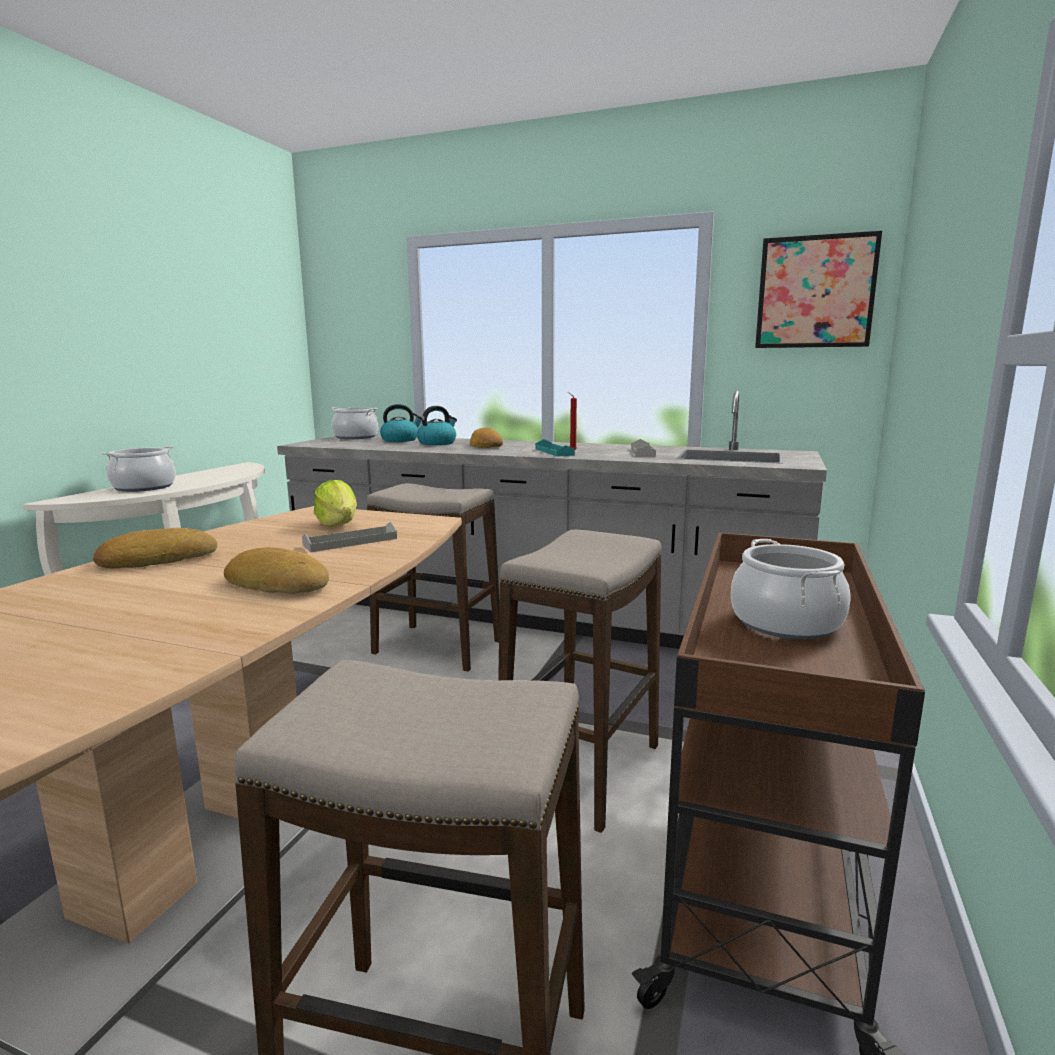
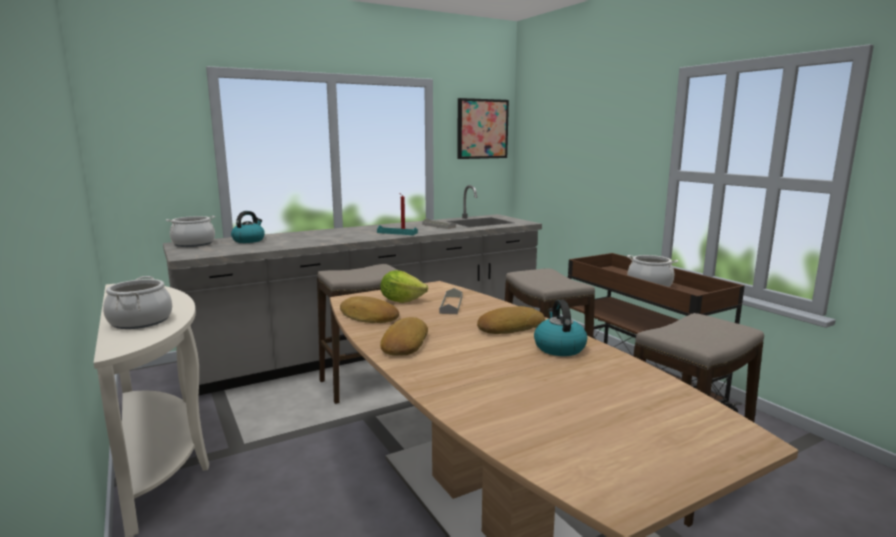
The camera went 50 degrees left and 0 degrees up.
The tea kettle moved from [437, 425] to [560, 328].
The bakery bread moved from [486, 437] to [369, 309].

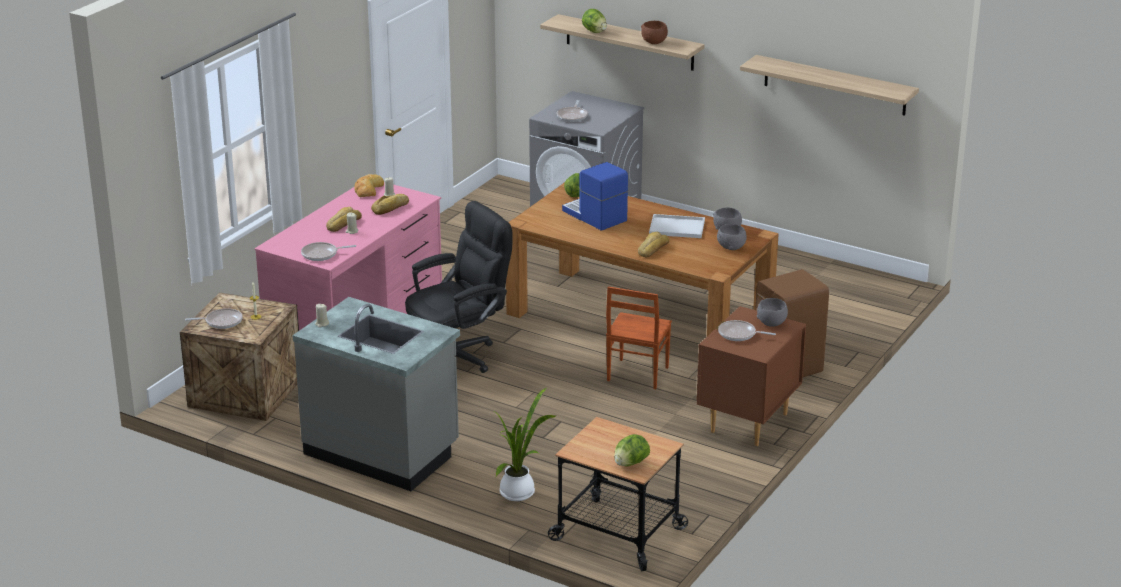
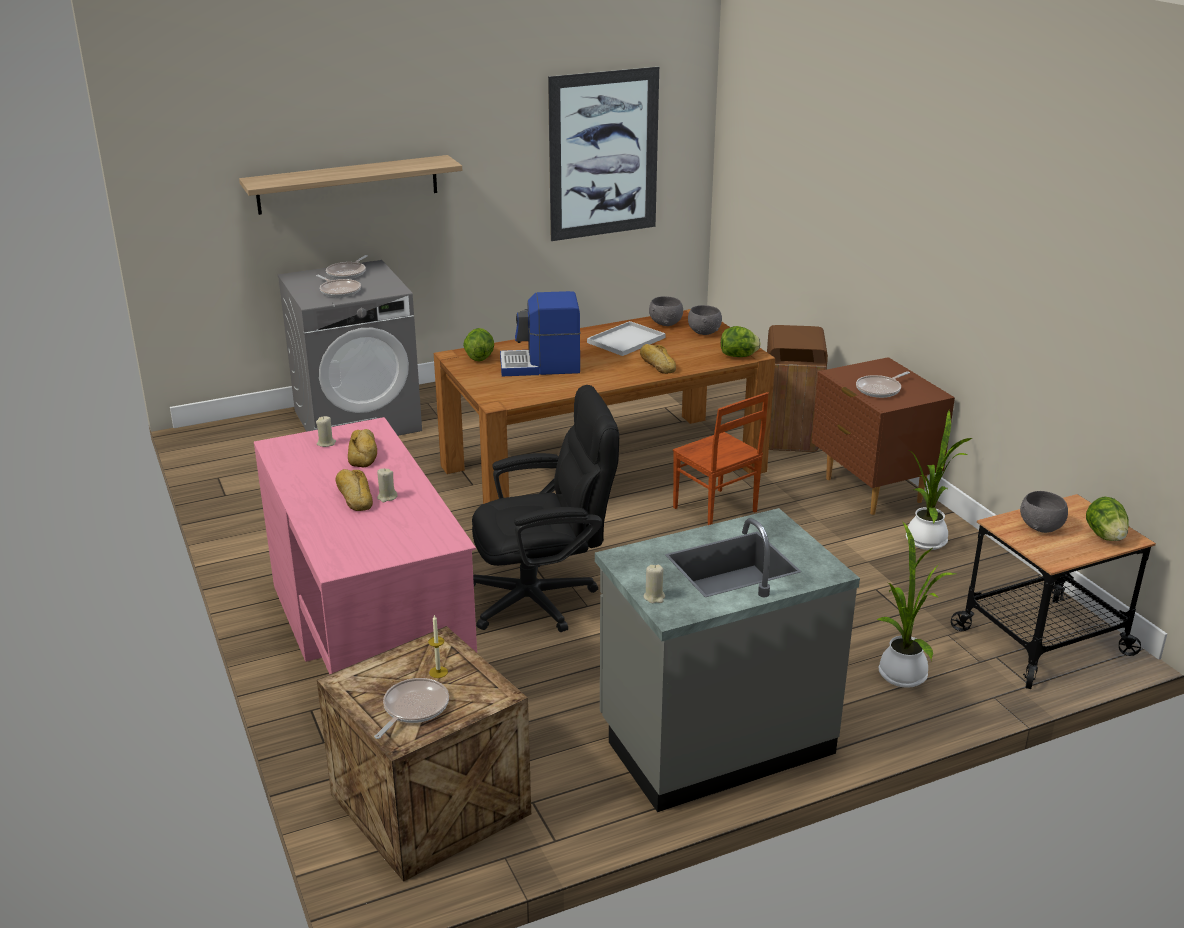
The camera went 55 degrees left and 0 degrees up.
The head of lettuce moved from [594, 21] to [741, 341].
The serving bowl (brown) at [654, 32] disappeared.
The bracket shelf at [829, 85] was replaced by the wall picture at [603, 154].
The bakery bread at [369, 185] disappeared.
The computer chair (black) at [459, 287] turned 75 degrees clockwise.
The pan moved from [328, 251] to [347, 267].
The serving bowl (grey) moved from [772, 312] to [1044, 512].
The houseplant at [939, 480] appeared.

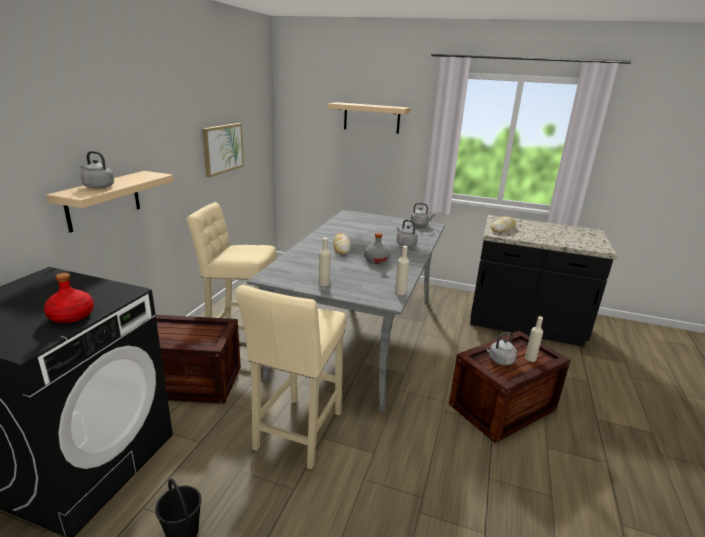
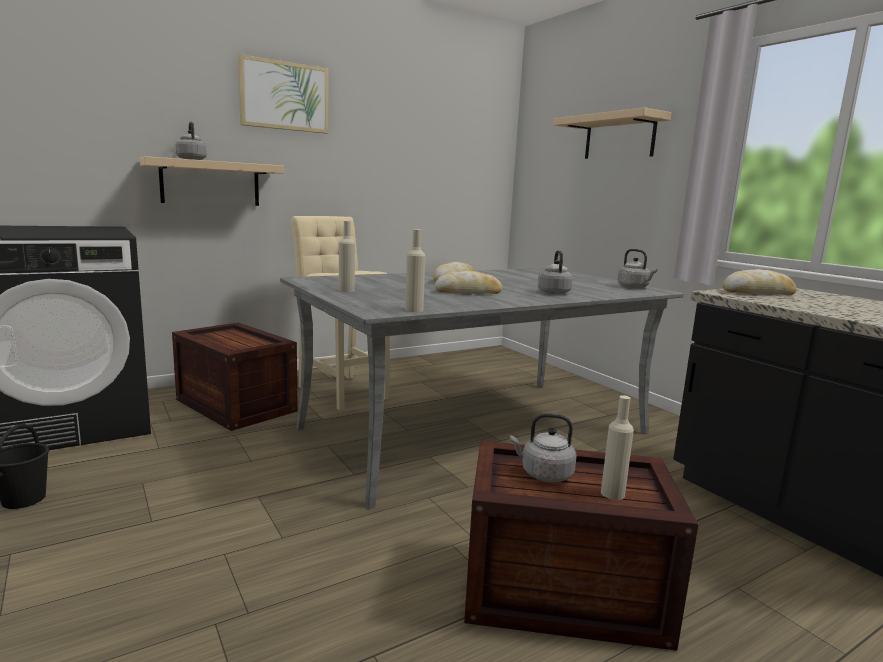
The camera went 40 degrees right and 10 degrees down.
The wall picture moved from [223, 150] to [283, 94].
The beverage bottle (grey) at [377, 248] was replaced by the bakery bread at [468, 282].
The beverage bottle (reddish) at [69, 298] disappeared.
The stool seat (beige-coloured) at [291, 377] disappeared.

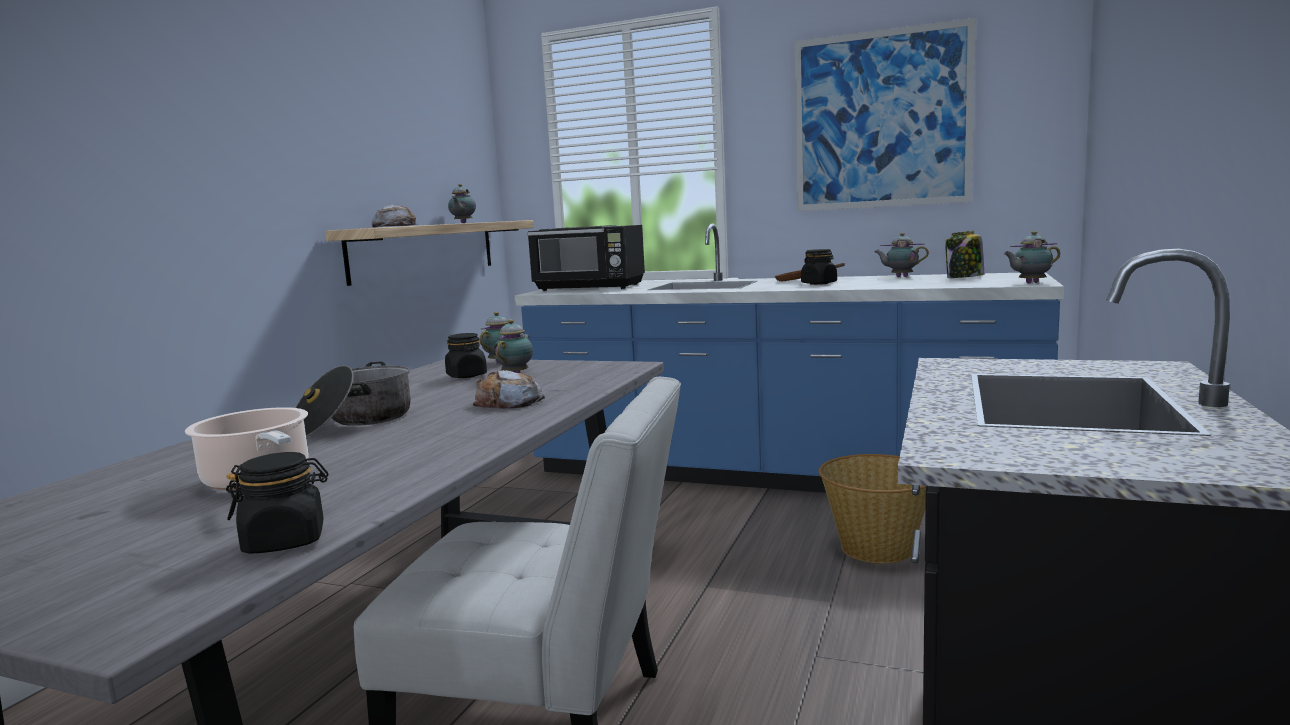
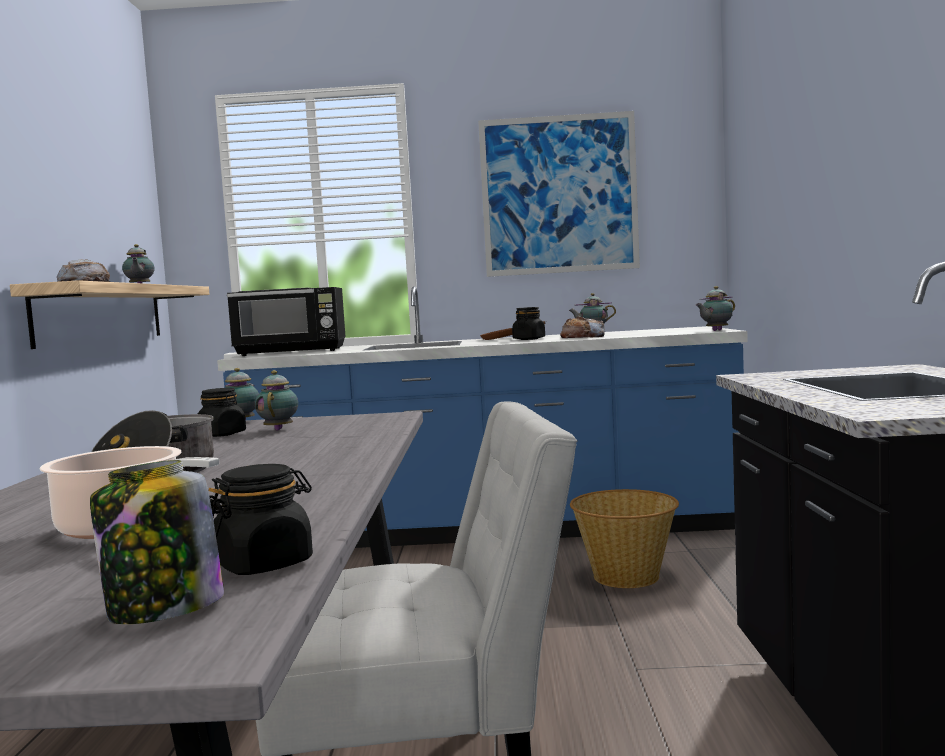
The camera went 20 degrees left and 5 degrees down.
The storage jar moved from [964, 254] to [157, 542].
The bakery bread moved from [509, 389] to [582, 327].

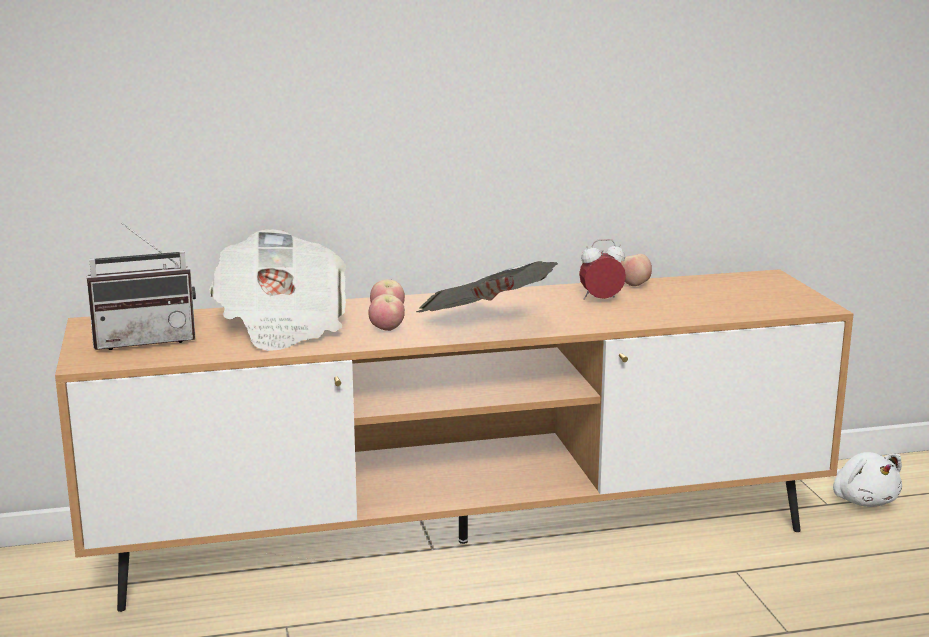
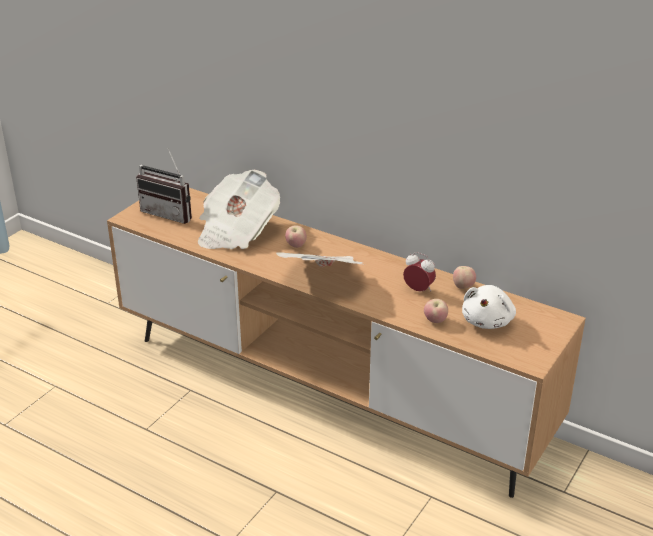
The camera went 45 degrees right and 15 degrees up.
The apple fruit moved from [387, 312] to [436, 311].
The soft toy (white-coloured) moved from [867, 479] to [489, 307].

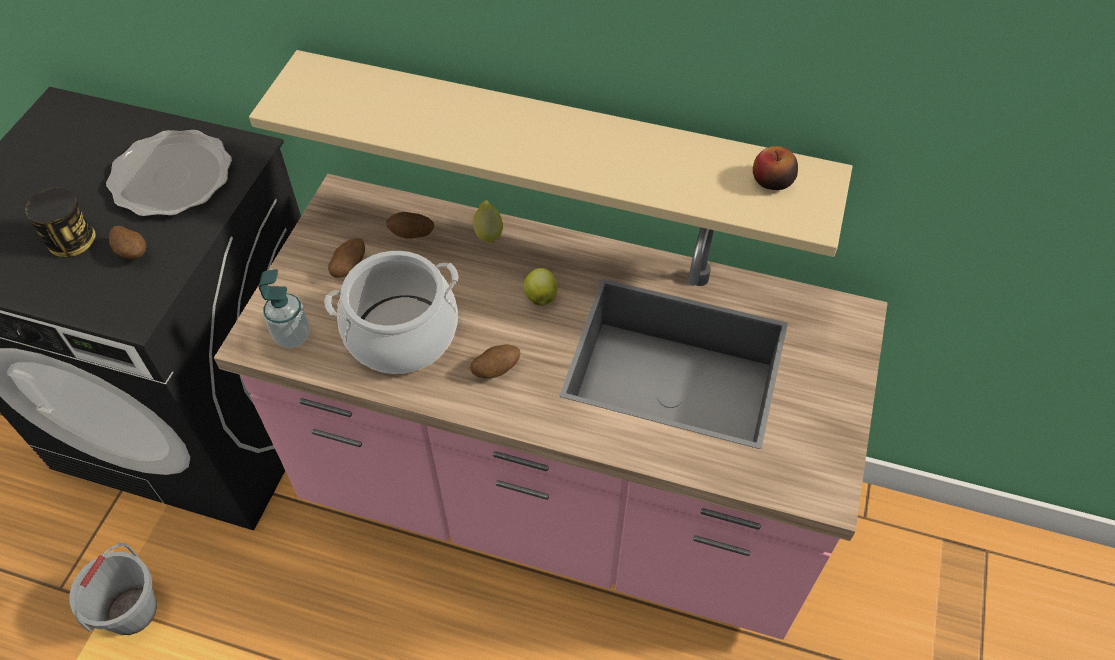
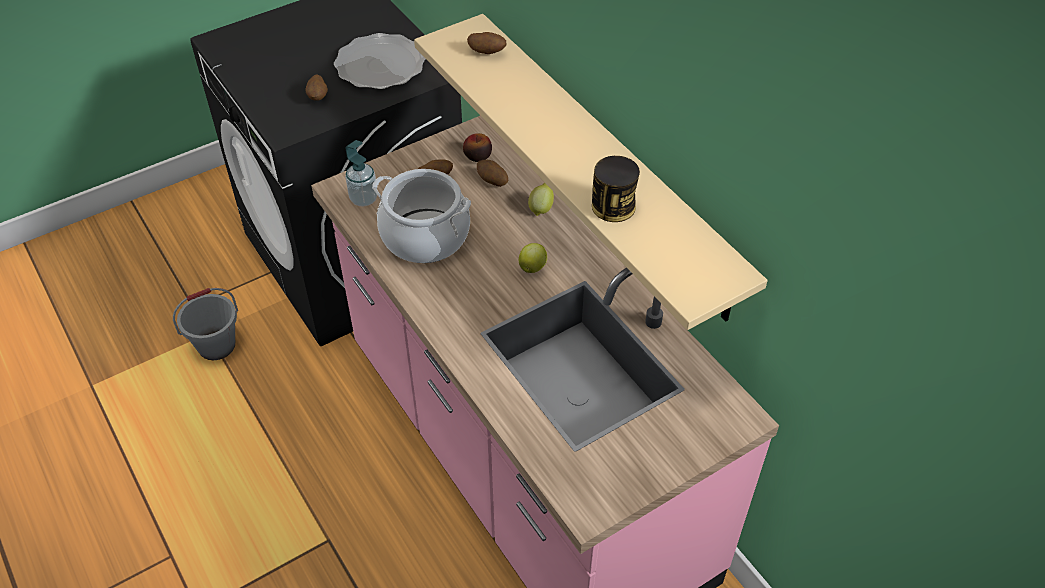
The camera went 40 degrees right and 5 degrees down.
The apple fruit moved from [775, 168] to [477, 147].
The can moved from [60, 222] to [616, 189].
The whole potato moved from [495, 361] to [486, 43].

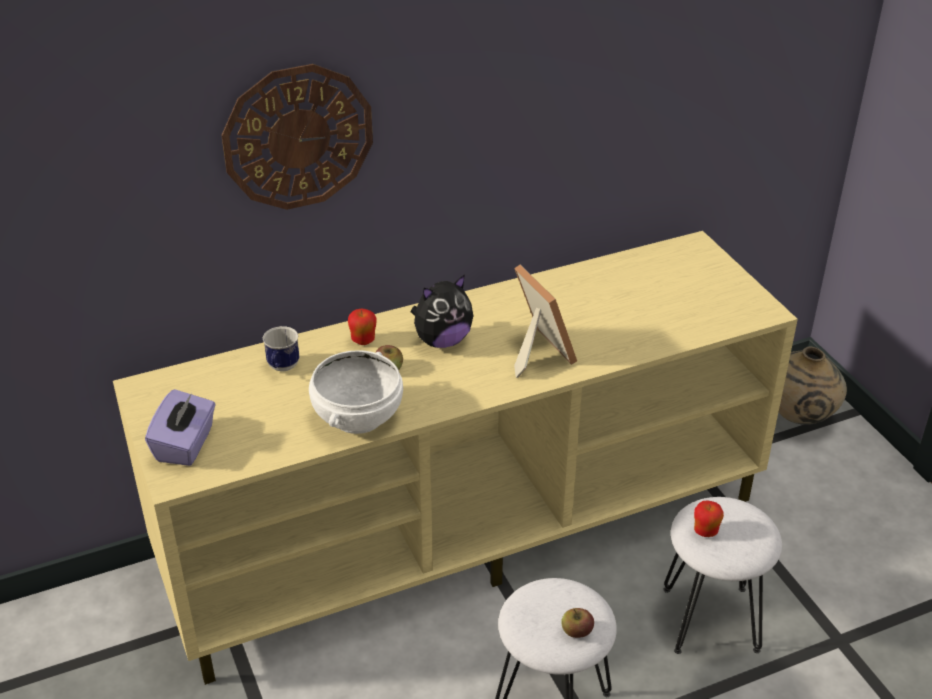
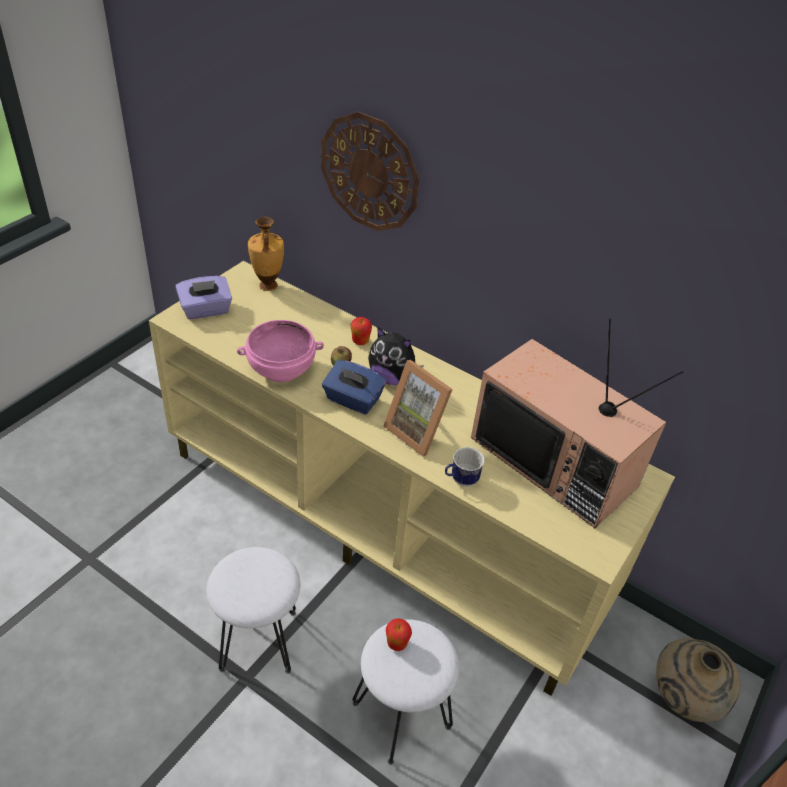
The camera went 55 degrees right and 5 degrees up.
The picture frame at [545, 321] turned 105 degrees clockwise.
The coffee mug moved from [281, 349] to [465, 467].
The serving bowl (white-coloured) at [356, 392] became the serving bowl (pinkish) at [280, 351].
The apple fruit at [577, 623] disappeared.
The decorative vase at [266, 254] appeared.
The TV at [577, 423] appeared.
The tissue box (bluish) at [354, 387] appeared.

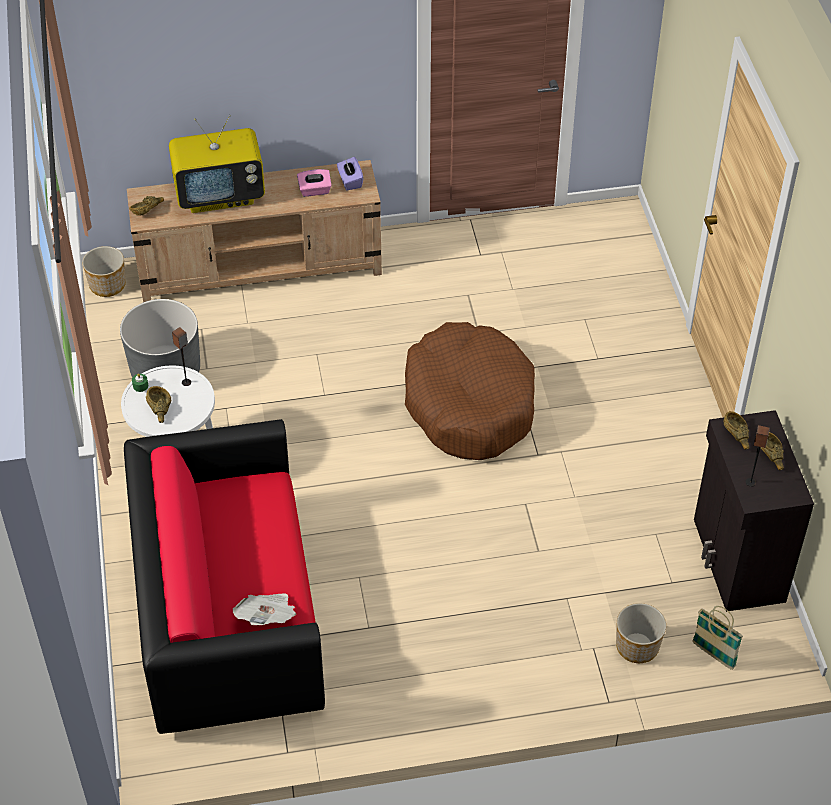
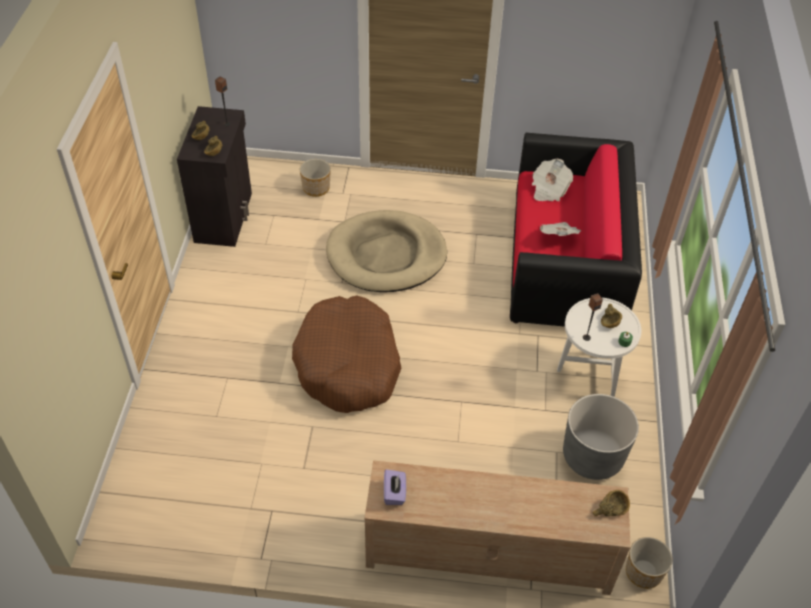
The camera went 165 degrees left and 0 degrees up.
The TV at [217, 164] disappeared.
The tissue box (pinkish) at [314, 183] disappeared.
The storage basket at [717, 638] disappeared.
The dog cushion (beige-coloured) at [386, 251] appeared.
The printed paper at [560, 229] appeared.

